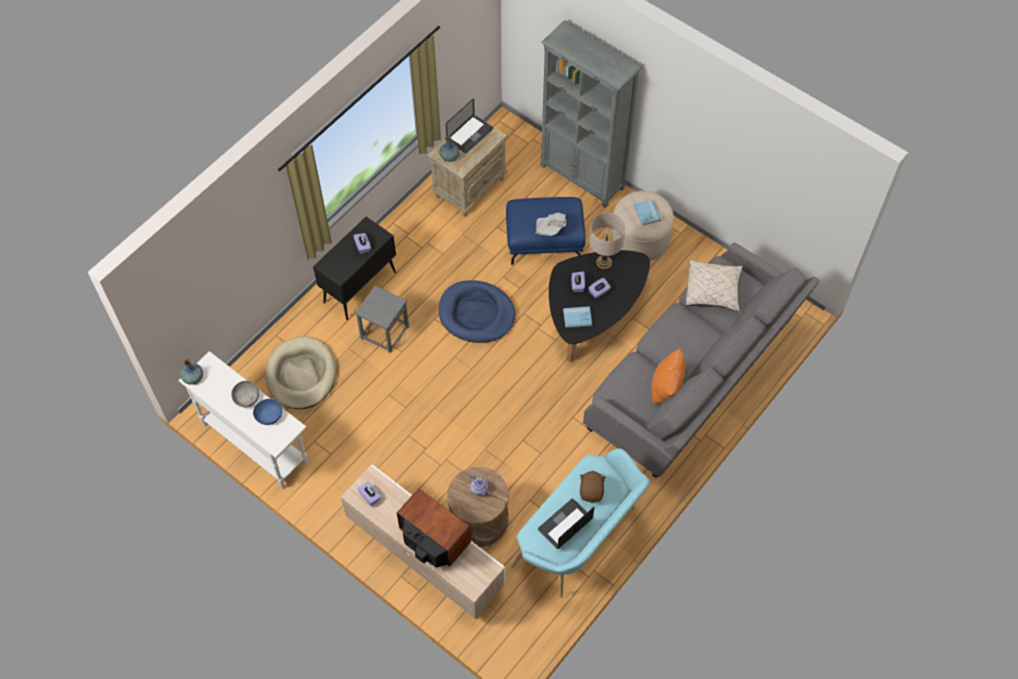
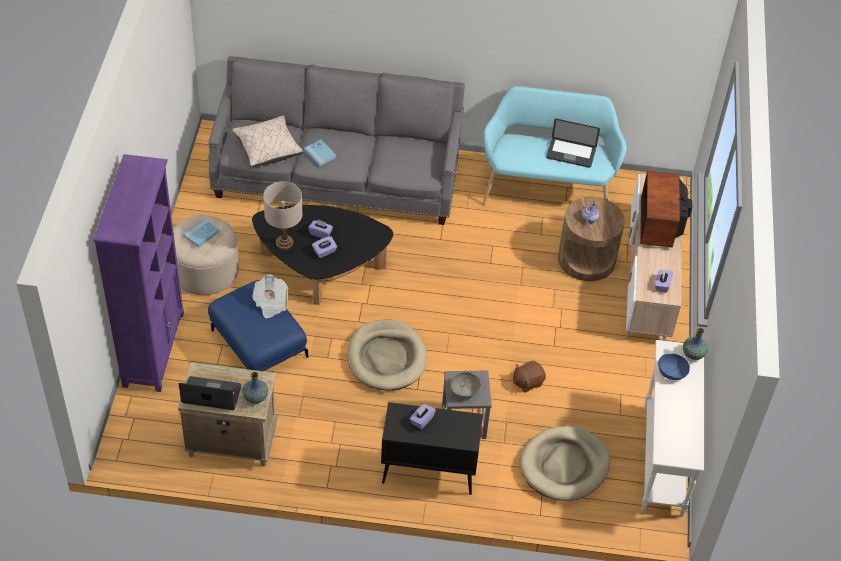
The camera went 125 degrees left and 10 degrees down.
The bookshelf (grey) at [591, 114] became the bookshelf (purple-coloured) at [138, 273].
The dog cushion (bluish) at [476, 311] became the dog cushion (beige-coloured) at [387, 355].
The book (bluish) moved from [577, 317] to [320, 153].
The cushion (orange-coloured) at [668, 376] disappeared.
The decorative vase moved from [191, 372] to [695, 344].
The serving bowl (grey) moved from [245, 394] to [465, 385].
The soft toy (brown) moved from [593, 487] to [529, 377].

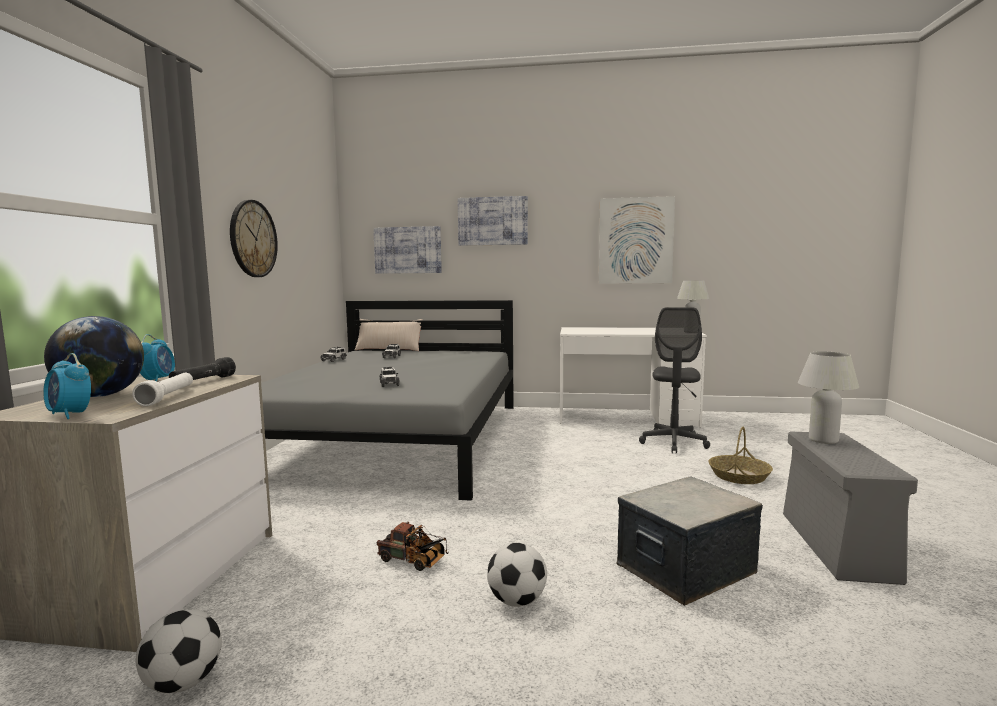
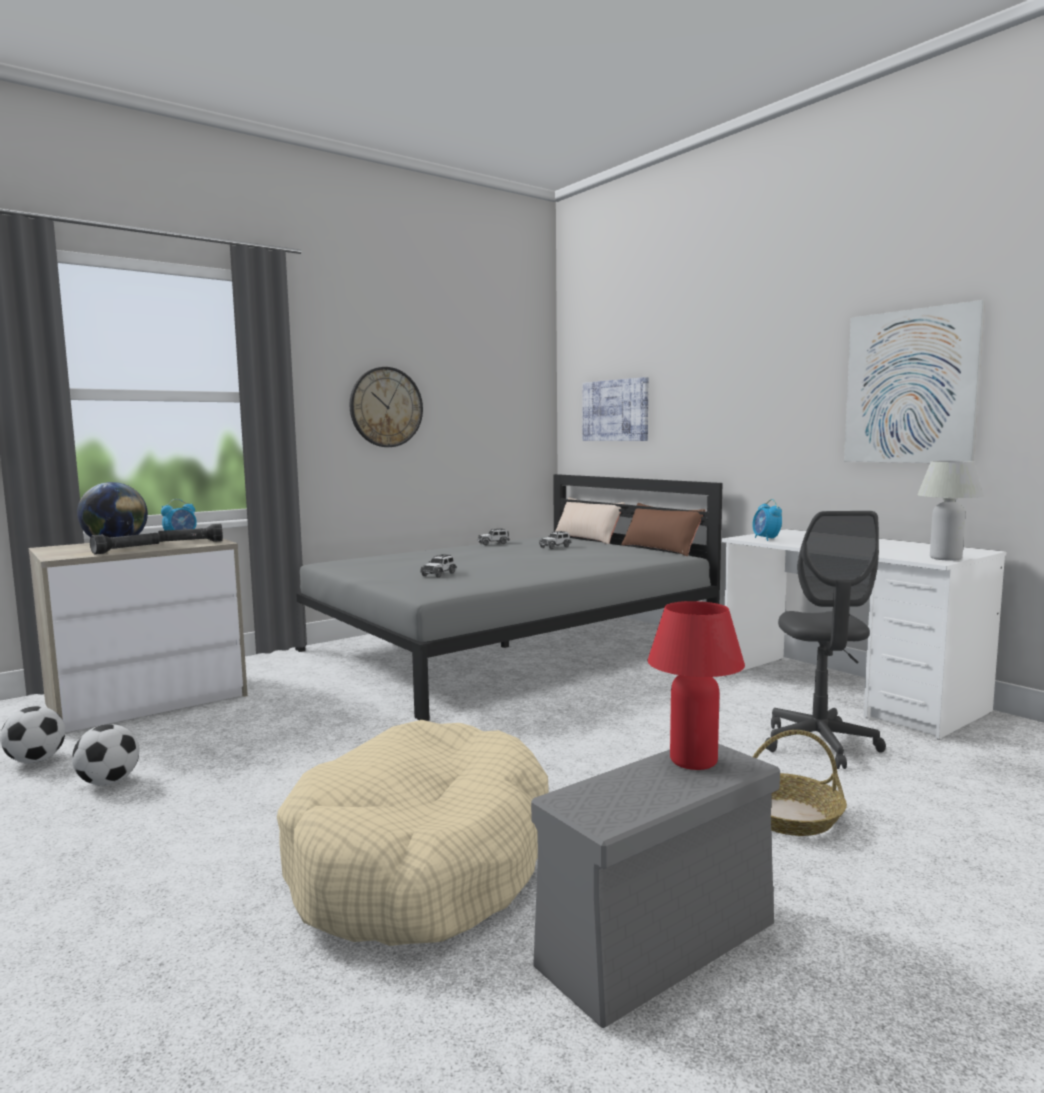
The camera went 45 degrees right and 0 degrees up.
The wall picture at [493, 221] disappeared.
The computer chair (grey) at [674, 380] turned 60 degrees counterclockwise.
The table lamp (white-coloured) at [828, 397] became the table lamp (reddish) at [696, 685].
The bedside clock moved from [67, 386] to [767, 520].
The flashlight (white-coloured) at [162, 390] became the flashlight (black) at [125, 544].
The storage bin at [689, 541] was replaced by the dog cushion (beige-coloured) at [413, 833].
The model truck at [413, 546] disappeared.
The football ball moved from [517, 574] to [105, 755].
The cushion (brown) at [663, 529] appeared.

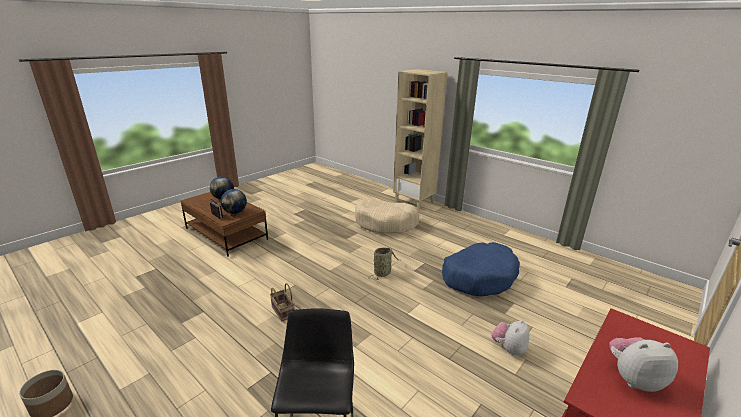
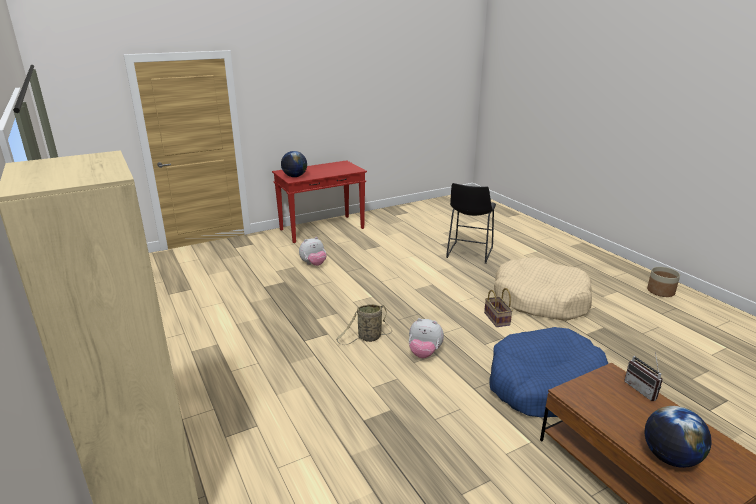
The camera went 160 degrees left and 0 degrees up.
The globe moved from [234, 201] to [294, 164].
The dog cushion (beige-coloured) moved from [387, 216] to [543, 289].
The dog cushion (bluish) moved from [481, 269] to [548, 372].
The soft toy moved from [643, 364] to [426, 338].

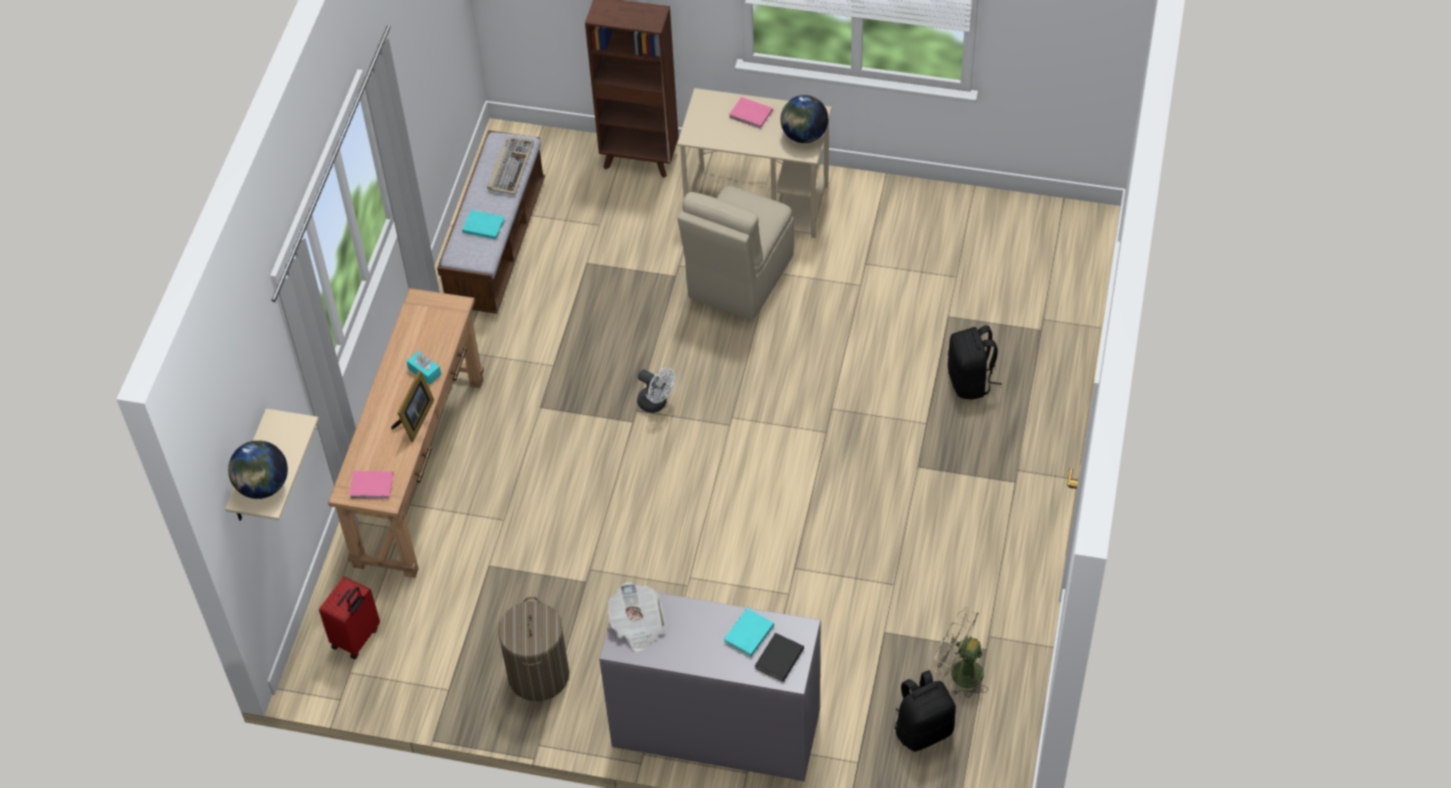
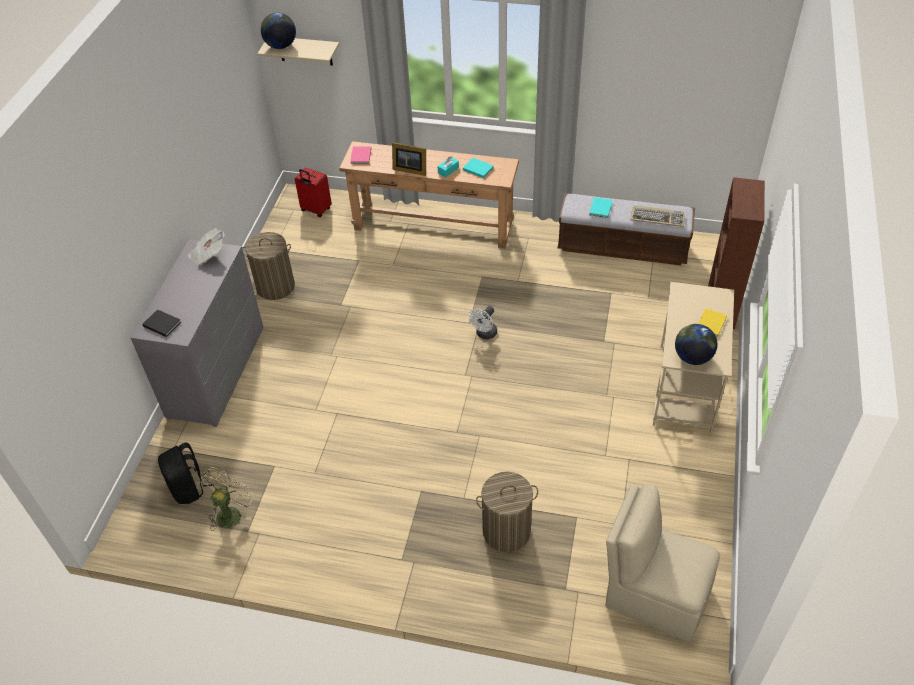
The camera went 90 degrees right and 5 degrees down.
The book (pinkish) at [751, 113] became the book (yellow-coloured) at [712, 322].
The plain chair (beige-coloured) moved from [735, 253] to [662, 563].
The backpack (black) at [975, 362] was replaced by the laundry basket at [507, 512].
The book (turquoise) moved from [749, 632] to [478, 168].

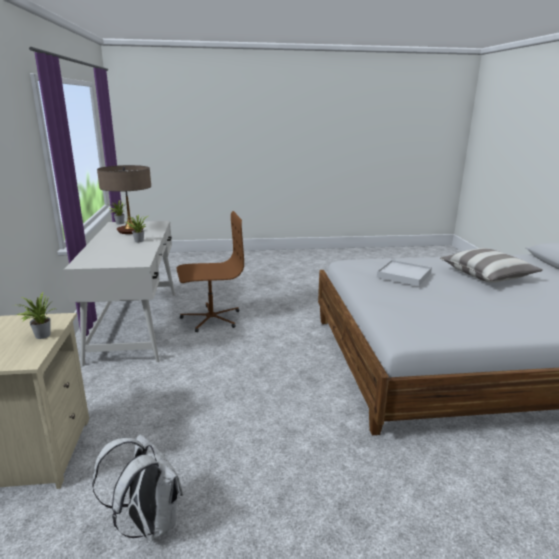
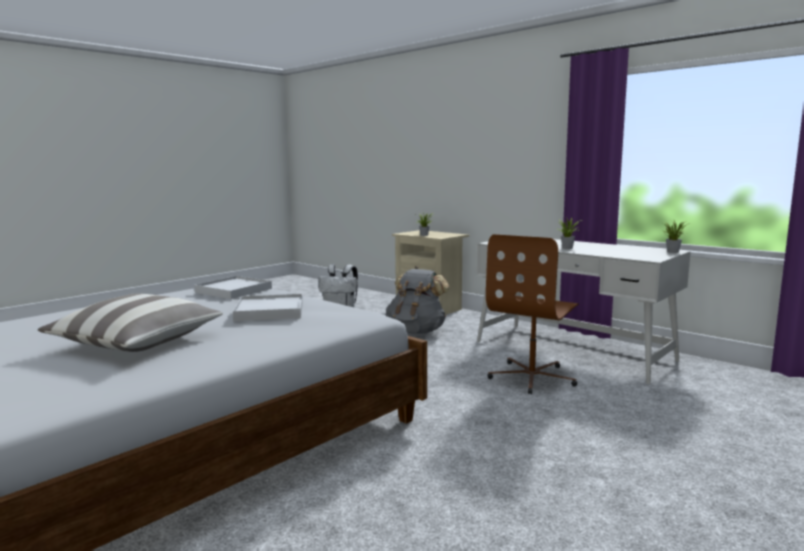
The camera went 140 degrees right and 10 degrees down.
The table lamp at [124, 199] disappeared.
The backpack (grey) at [417, 301] appeared.
The tray (white-coloured) at [233, 287] appeared.

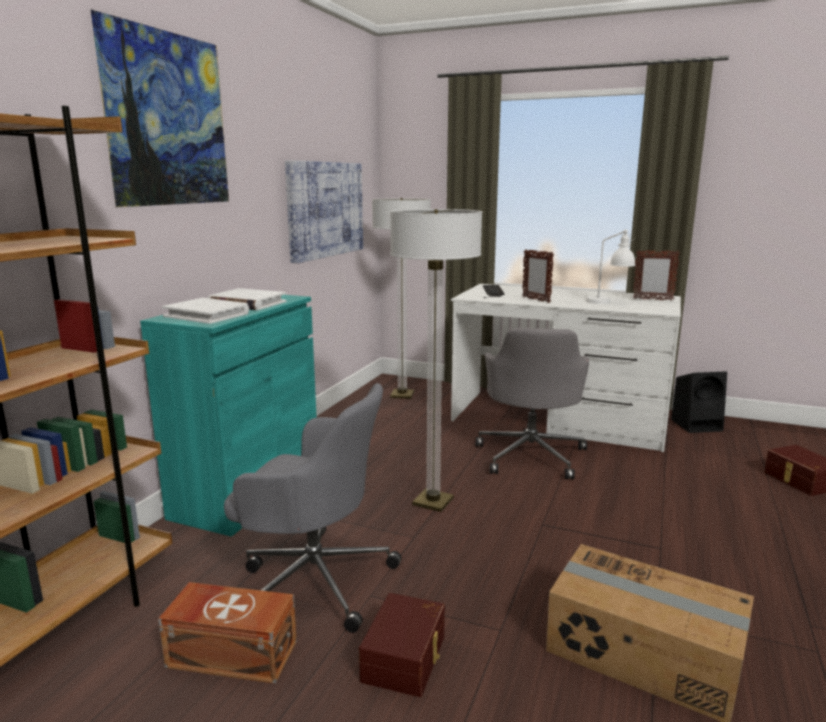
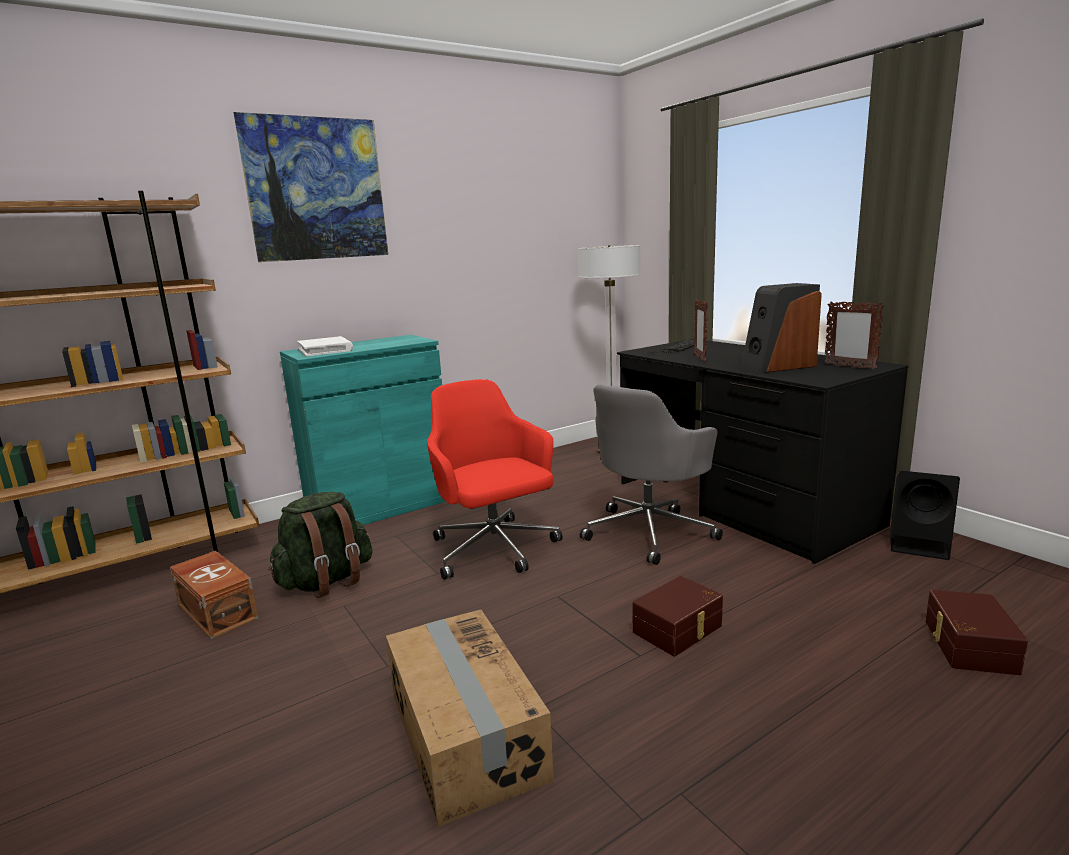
The camera went 35 degrees right and 0 degrees up.
The wall picture at [324, 211] disappeared.
The standing lamp at [436, 360] was replaced by the computer chair (reddish) at [495, 479].
The table lamp (white-coloured) at [611, 266] was replaced by the loudspeaker at [781, 328].
The desk (white-coloured) at [566, 368] became the desk (black) at [762, 451].
The book (white-coloured) at [247, 299] disappeared.
The computer chair (grey) at [313, 508] was replaced by the backpack (greenish) at [320, 545].
The storage bin (brown) moved from [402, 645] to [677, 616].

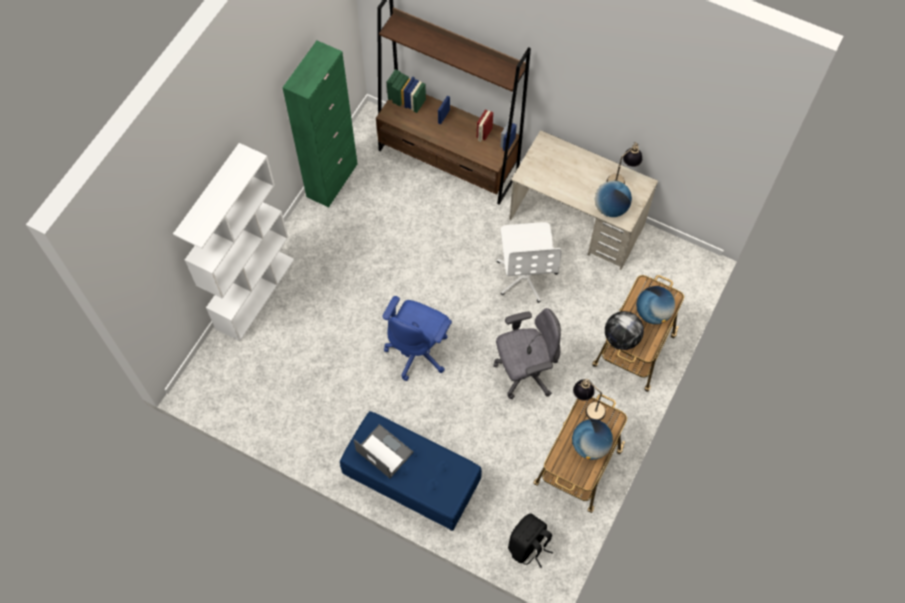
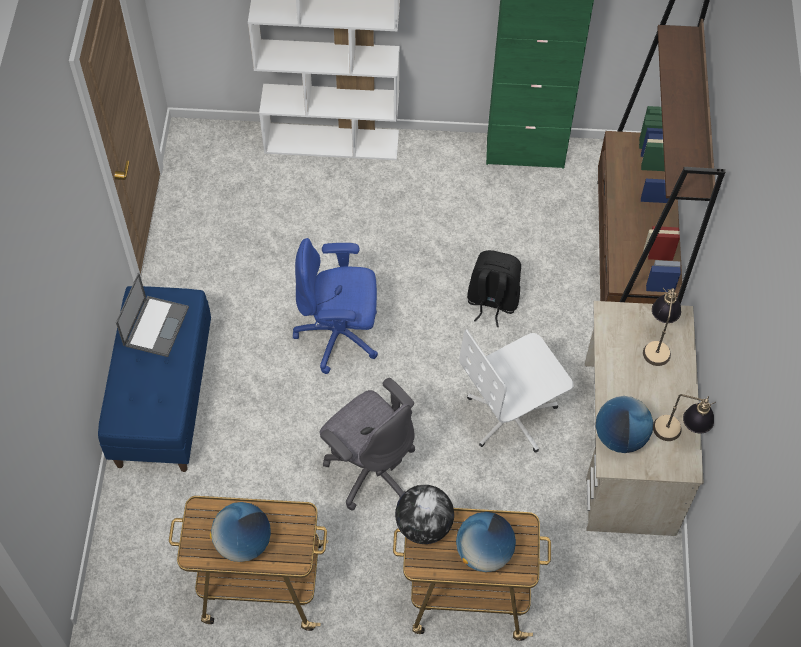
The camera went 65 degrees right and 5 degrees down.
The table lamp moved from [589, 399] to [662, 327].
The backpack (black) moved from [531, 541] to [494, 288].

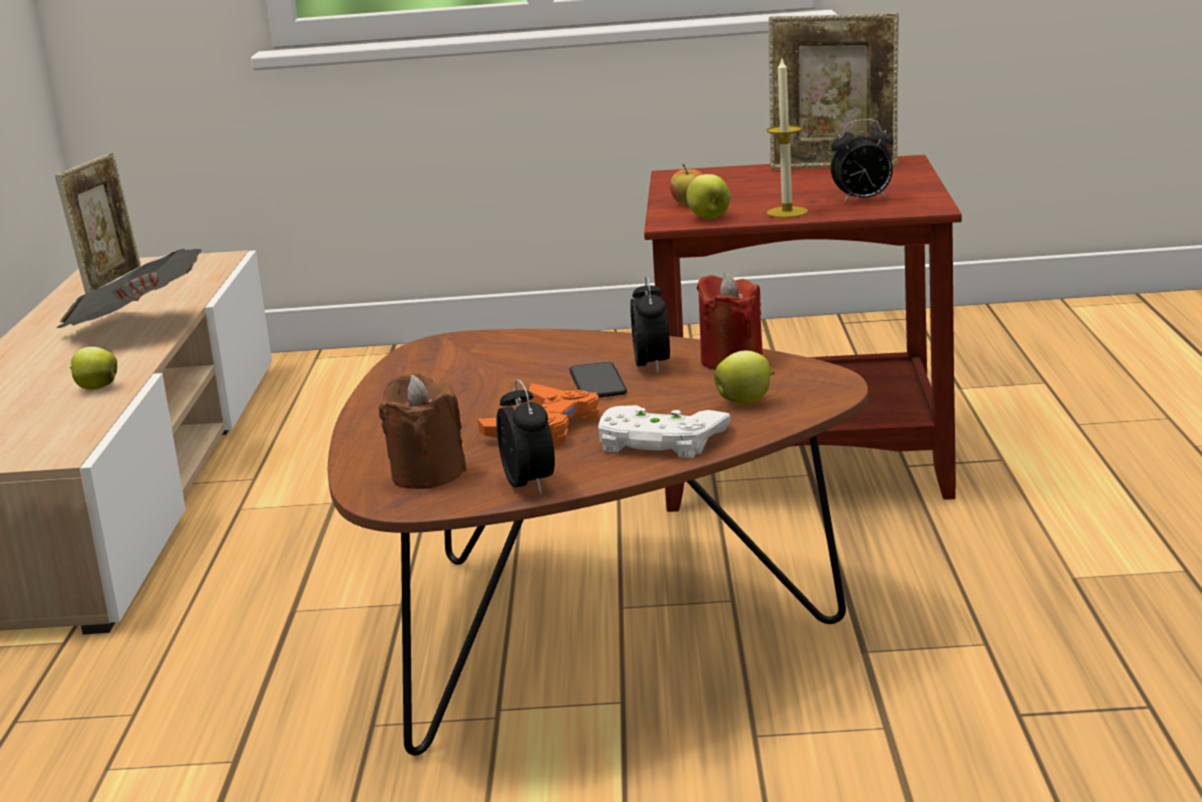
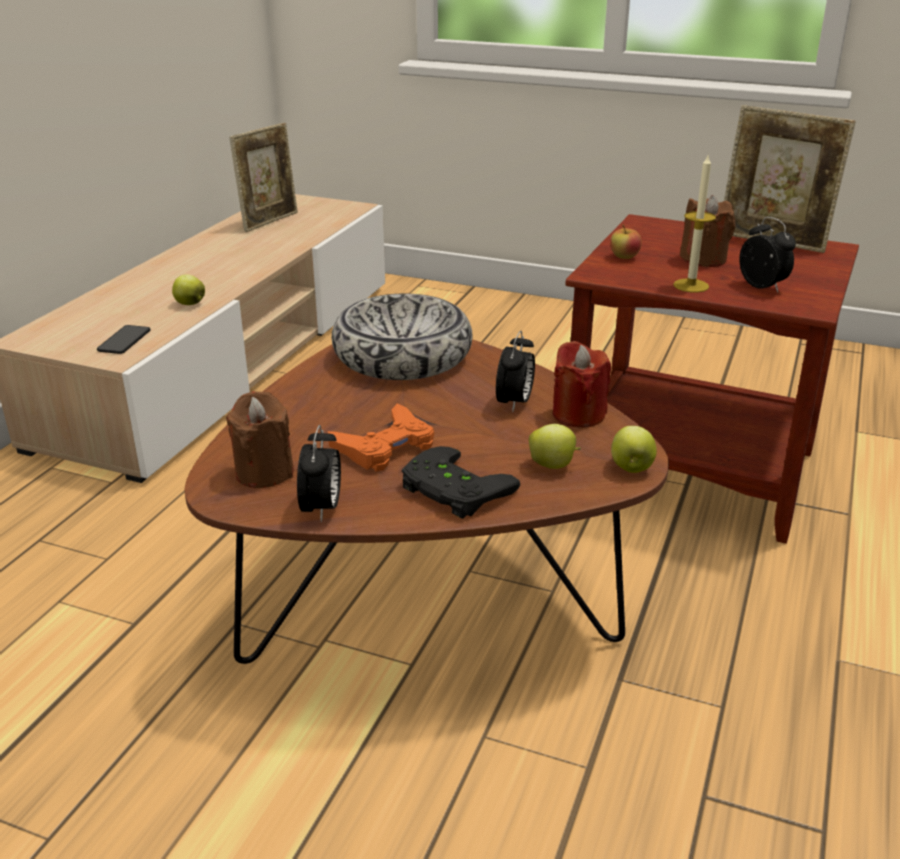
The camera went 20 degrees right and 10 degrees up.
The bedside clock at [862, 161] turned 135 degrees counterclockwise.
The apple fruit moved from [708, 196] to [634, 449].
The printed paper at [129, 288] disappeared.
The phone moved from [598, 380] to [123, 339].
The game controller (white-coloured) at [664, 431] became the game controller (black) at [461, 482].
The wax candle (brown) at [707, 231] appeared.
The serving bowl at [402, 337] appeared.

